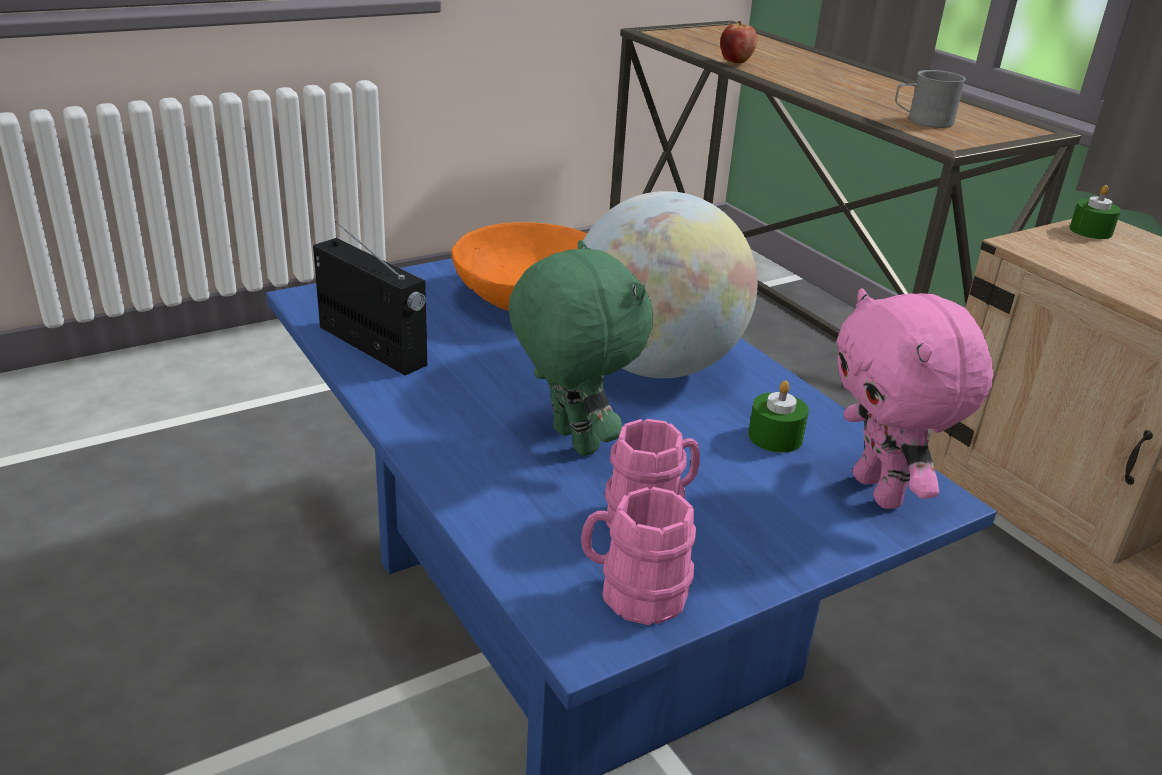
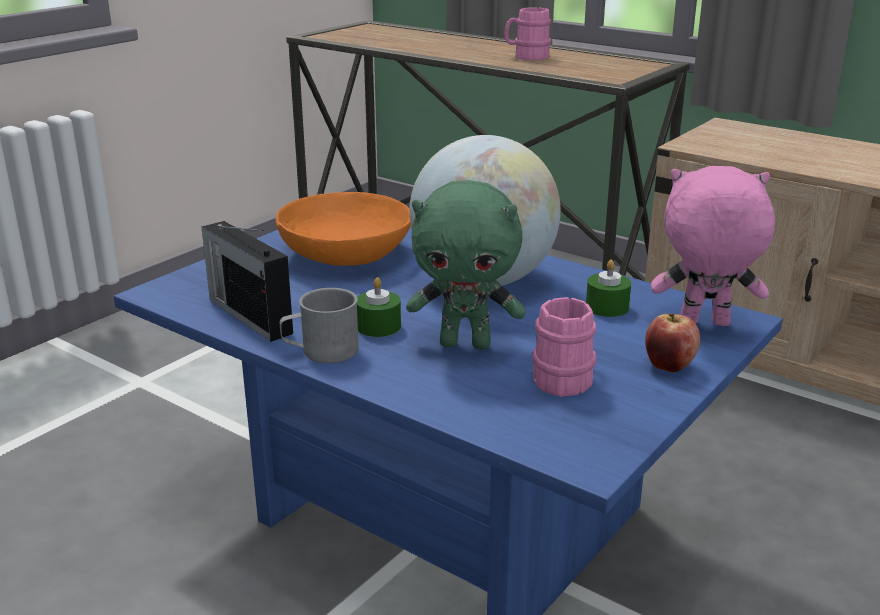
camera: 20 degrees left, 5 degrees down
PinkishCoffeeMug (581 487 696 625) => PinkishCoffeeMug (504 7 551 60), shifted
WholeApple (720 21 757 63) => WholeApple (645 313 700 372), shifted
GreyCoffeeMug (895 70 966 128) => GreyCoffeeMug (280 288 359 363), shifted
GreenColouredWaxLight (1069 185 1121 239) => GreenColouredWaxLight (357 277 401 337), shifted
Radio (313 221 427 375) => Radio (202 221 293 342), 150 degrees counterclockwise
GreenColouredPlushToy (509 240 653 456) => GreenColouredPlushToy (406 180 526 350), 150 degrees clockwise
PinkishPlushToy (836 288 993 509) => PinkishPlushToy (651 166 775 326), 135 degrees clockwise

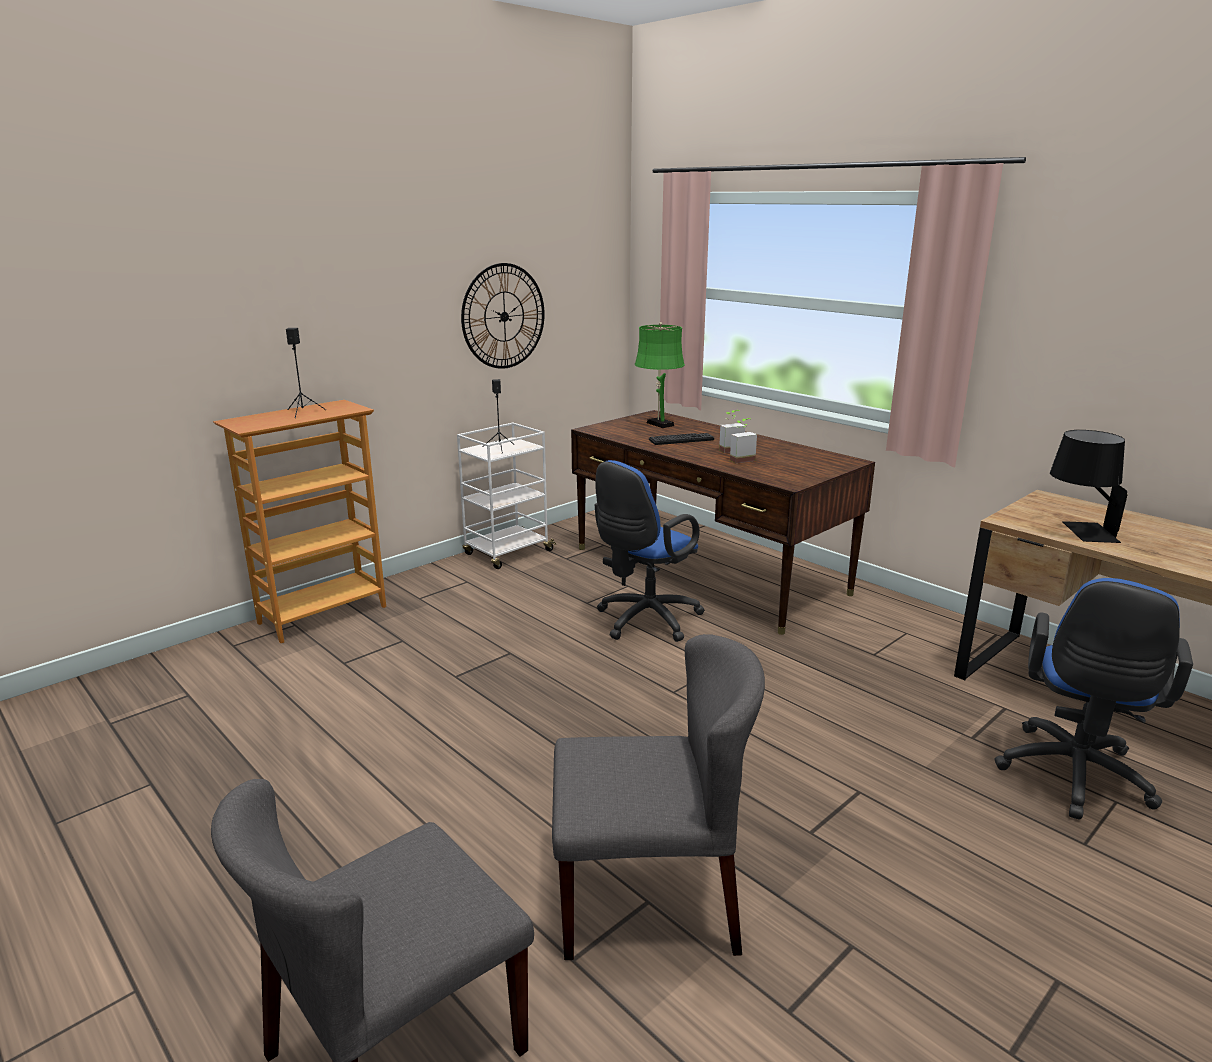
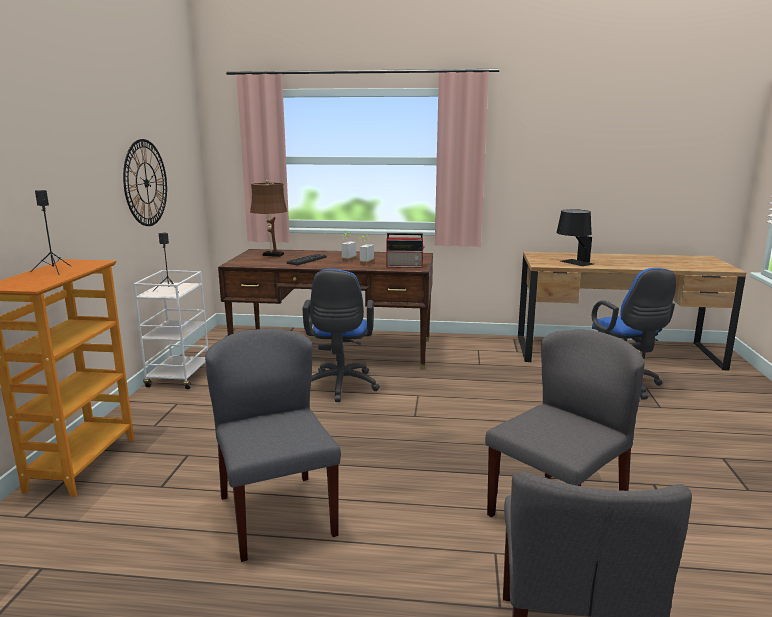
camera: 40 degrees left, 5 degrees down
nothing => GreyPlainChair (205 329 341 562)
nothing => Radio (386 233 425 268)
GreenColouredLampForATable (635 322 685 428) => BrownLampForATable (250 180 287 257)

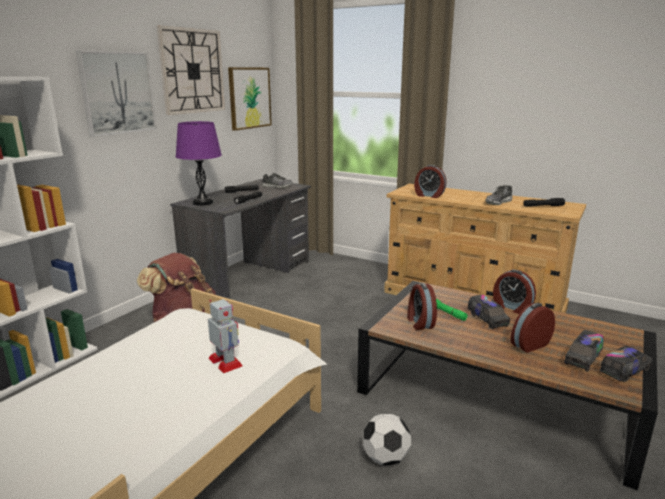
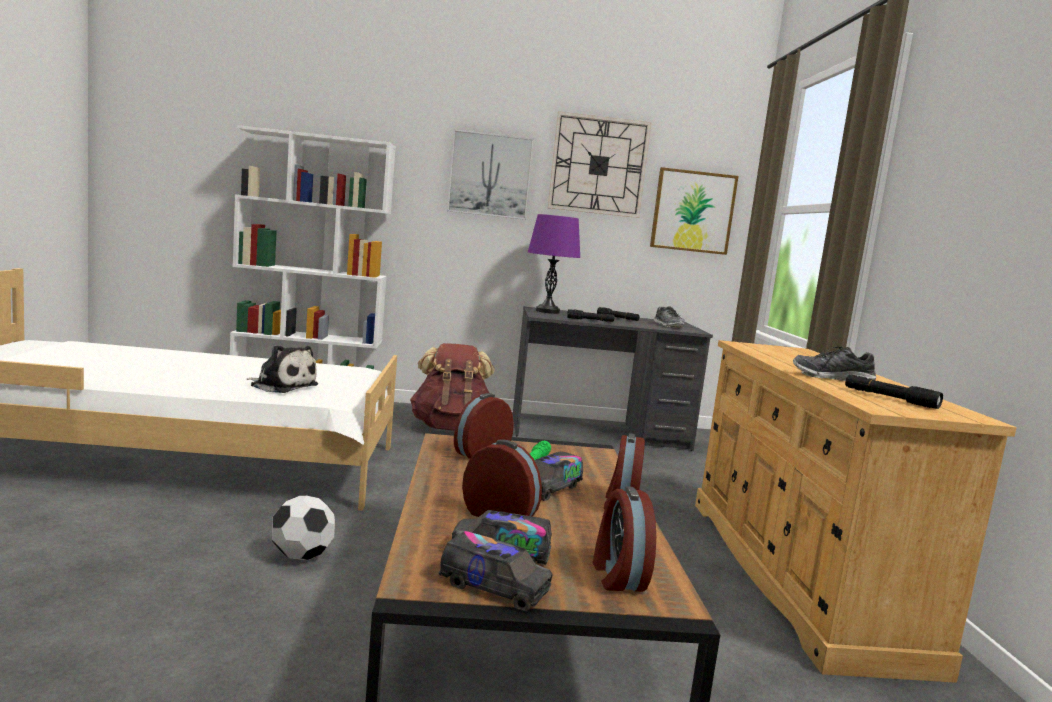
camera: 55 degrees right, 10 degrees down
TableClock (414 165 446 198) => TableClock (593 486 656 592), shifted
ModelRobot (208 299 242 373) => PlushToy (247 345 318 393)

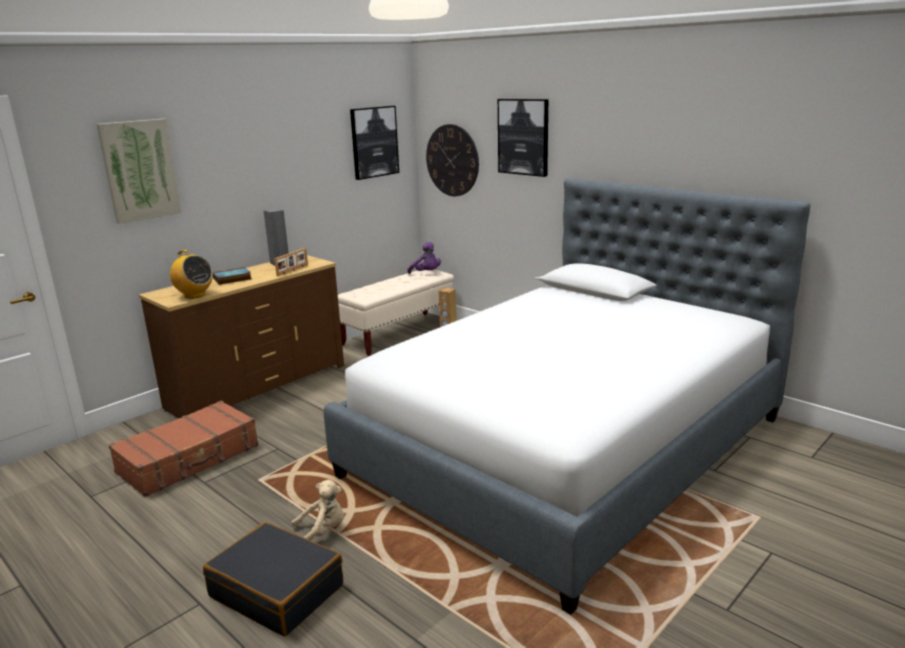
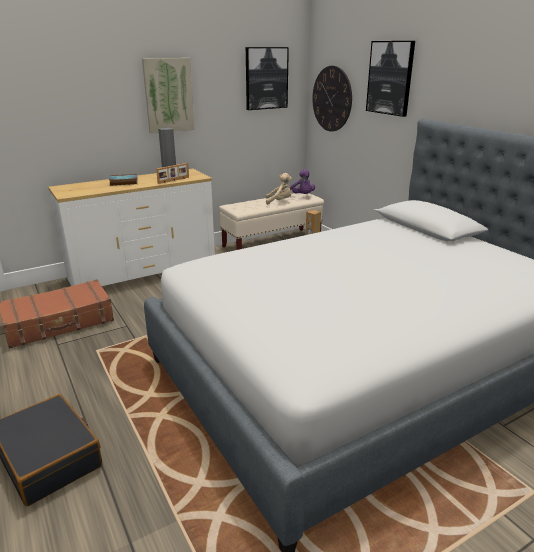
camera: 15 degrees right, 5 degrees up
Radio (166 250 213 299) => nothing
Picture (96 119 182 224) => Picture (142 58 195 134), shifted
BeigeColouredPlushToy (291 480 344 541) => BeigeColouredPlushToy (266 173 292 205), shifted
BrownDresser (139 255 344 419) => WhiteDresser (48 169 215 286)

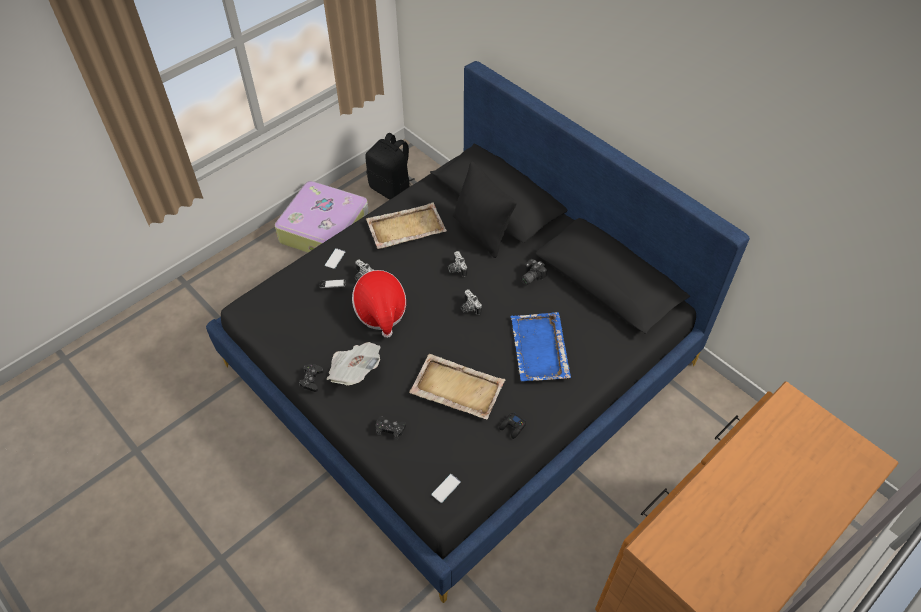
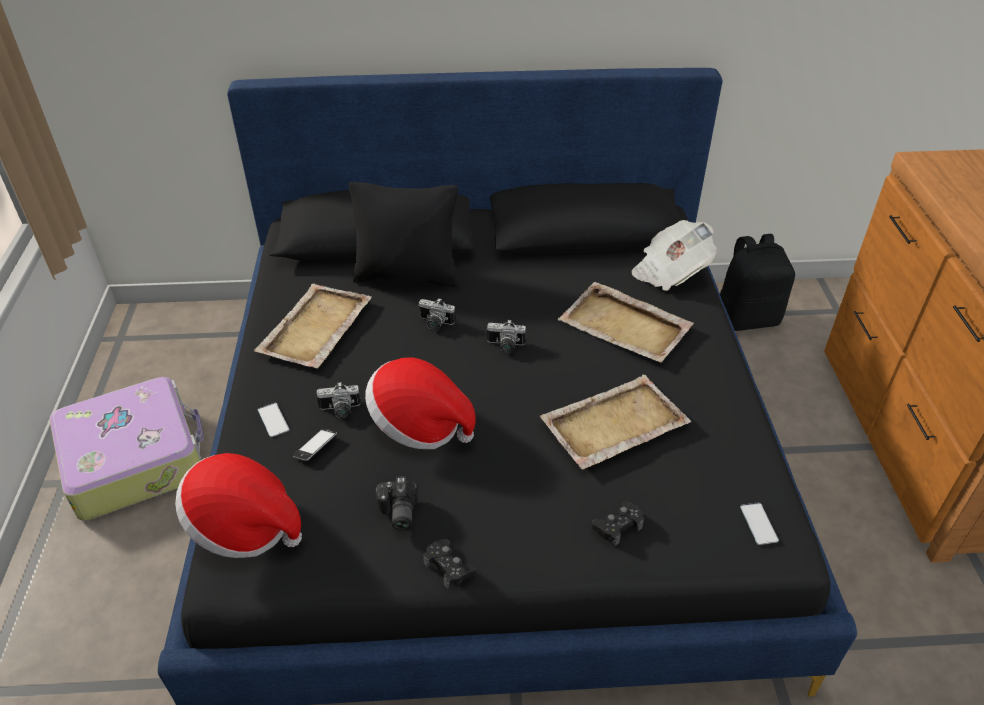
camera: 50 degrees left, 10 degrees down
BlackColouredGamepad (499 413 526 439) => nothing
nothing => Hat (175 453 302 558)
Newspaper (326 342 380 385) => Newspaper (631 220 717 291), shifted
BlackColouredRucksack (365 133 415 200) => BlackColouredRucksack (720 234 795 331), shifted
StillCamera (521 259 547 285) => StillCamera (376 476 418 531), shifted
BlueCarryingTray (511 312 571 381) => BeigeColouredCarryingTray (558 282 694 363)

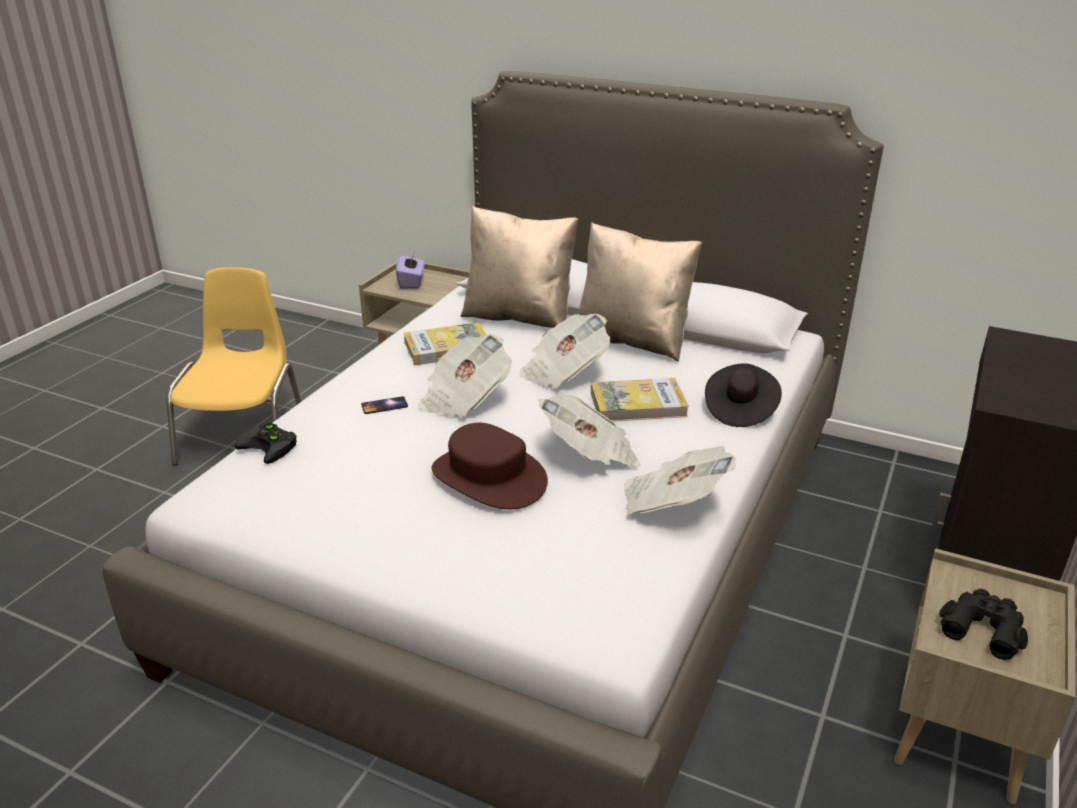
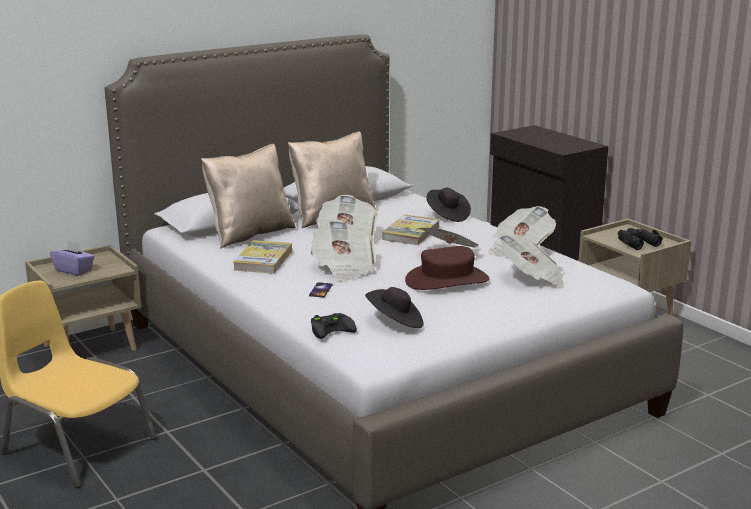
camera: 60 degrees left, 10 degrees down
nothing => BlackColouredHat (365 287 424 328)
nothing => Newspaper (499 234 564 287)

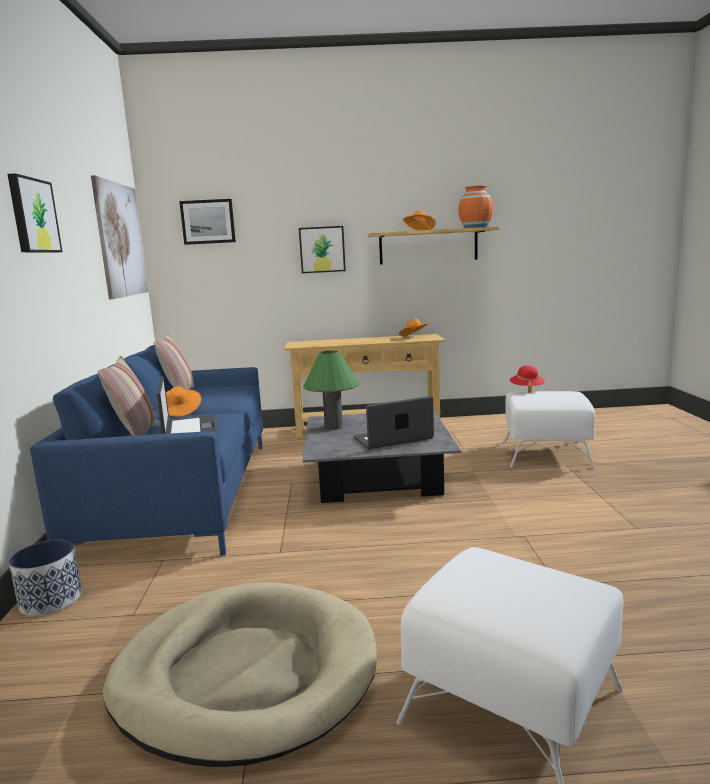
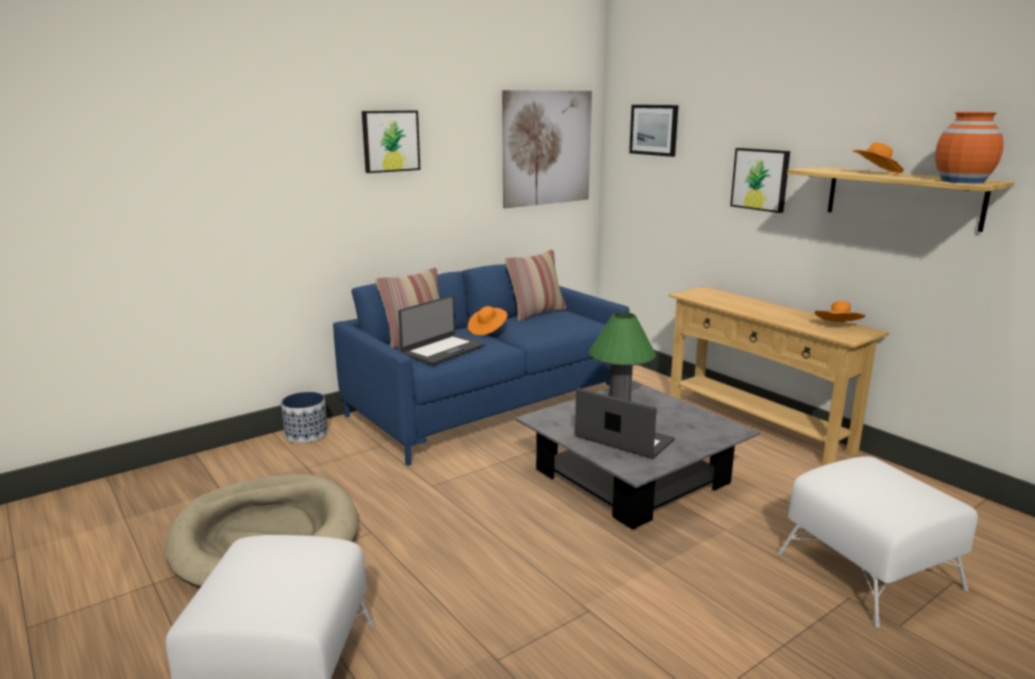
camera: 55 degrees right, 5 degrees up
RedHat (510 365 545 393) => nothing

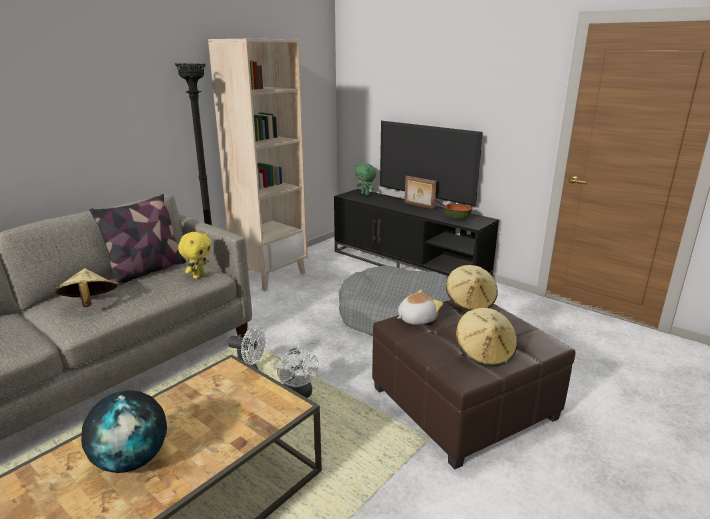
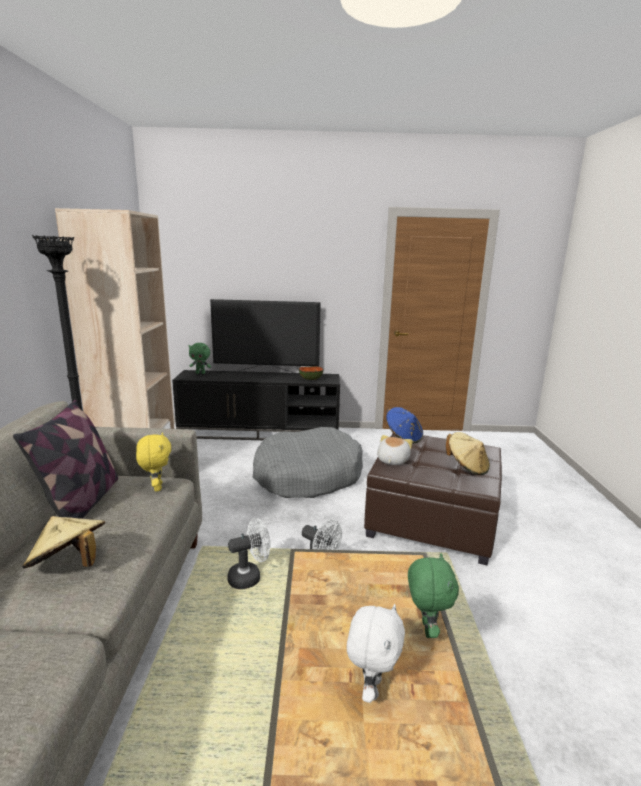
camera: 40 degrees left, 5 degrees down
StandingFrame (404 176 437 210) => nothing
nothing => GreenColouredPlushToy (408 553 459 638)
Globe (81 390 167 473) => WhitePlushToy (346 604 405 703)
BeigeColouredHat (446 265 498 311) => BlueHat (386 407 423 444)

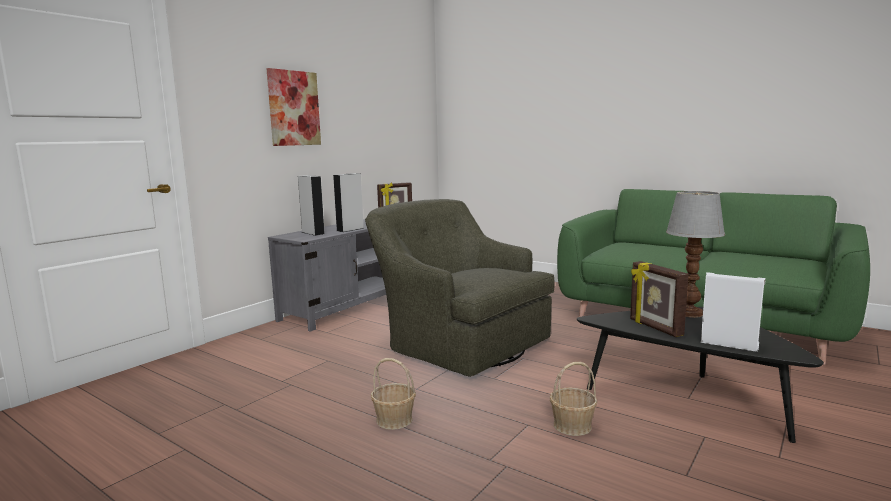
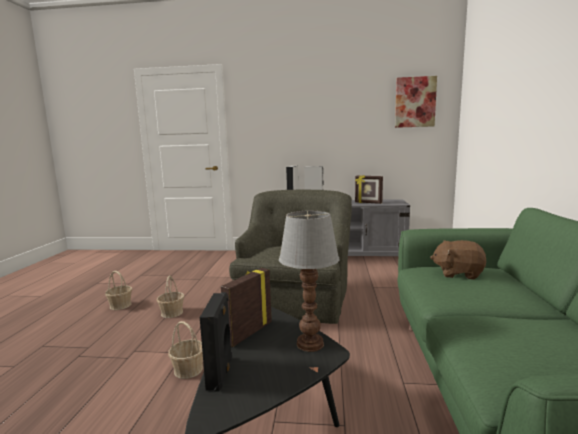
camera: 60 degrees right, 0 degrees up
nothing => Basket (105 271 132 310)
nothing => BrownPlushToy (430 240 486 280)
Picture (266 68 321 146) => Picture (395 76 437 128), shifted
WhiteSpeaker (701 272 766 352) => BlackColouredSpeaker (200 292 232 392)

